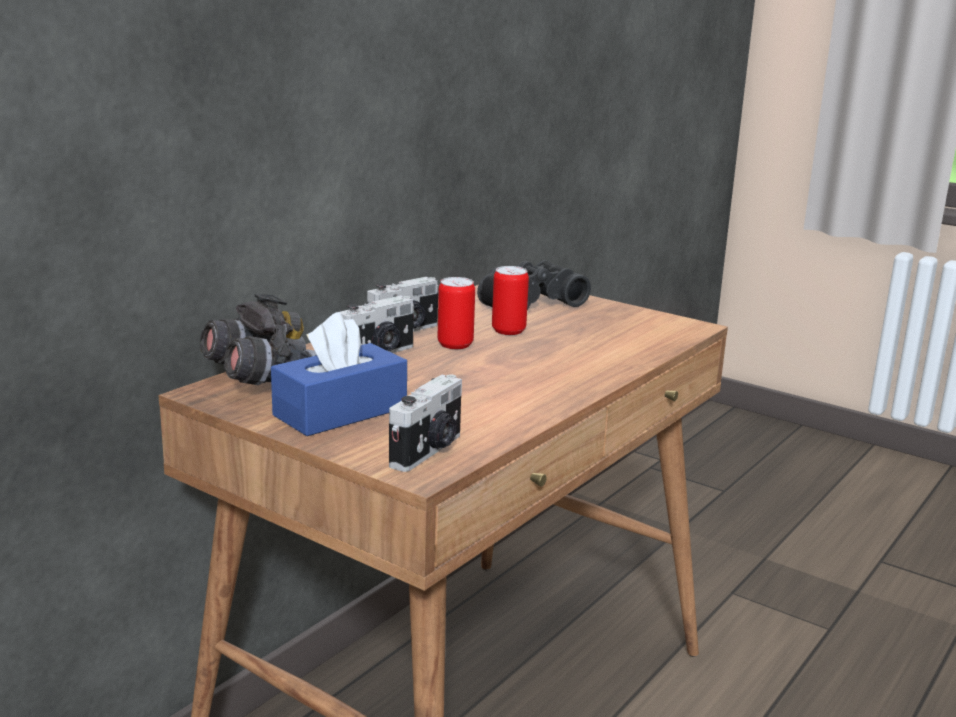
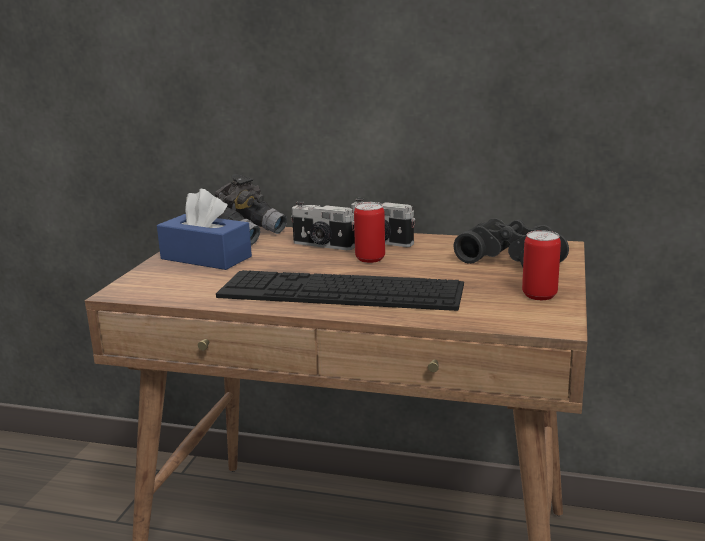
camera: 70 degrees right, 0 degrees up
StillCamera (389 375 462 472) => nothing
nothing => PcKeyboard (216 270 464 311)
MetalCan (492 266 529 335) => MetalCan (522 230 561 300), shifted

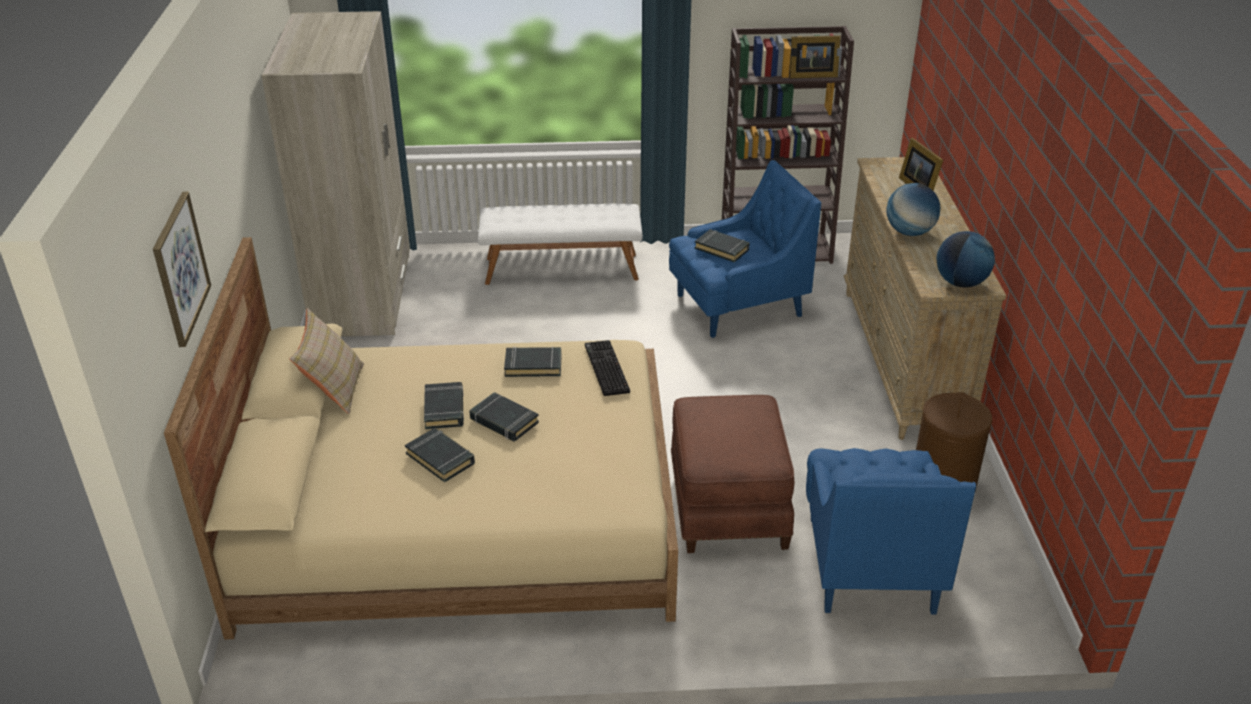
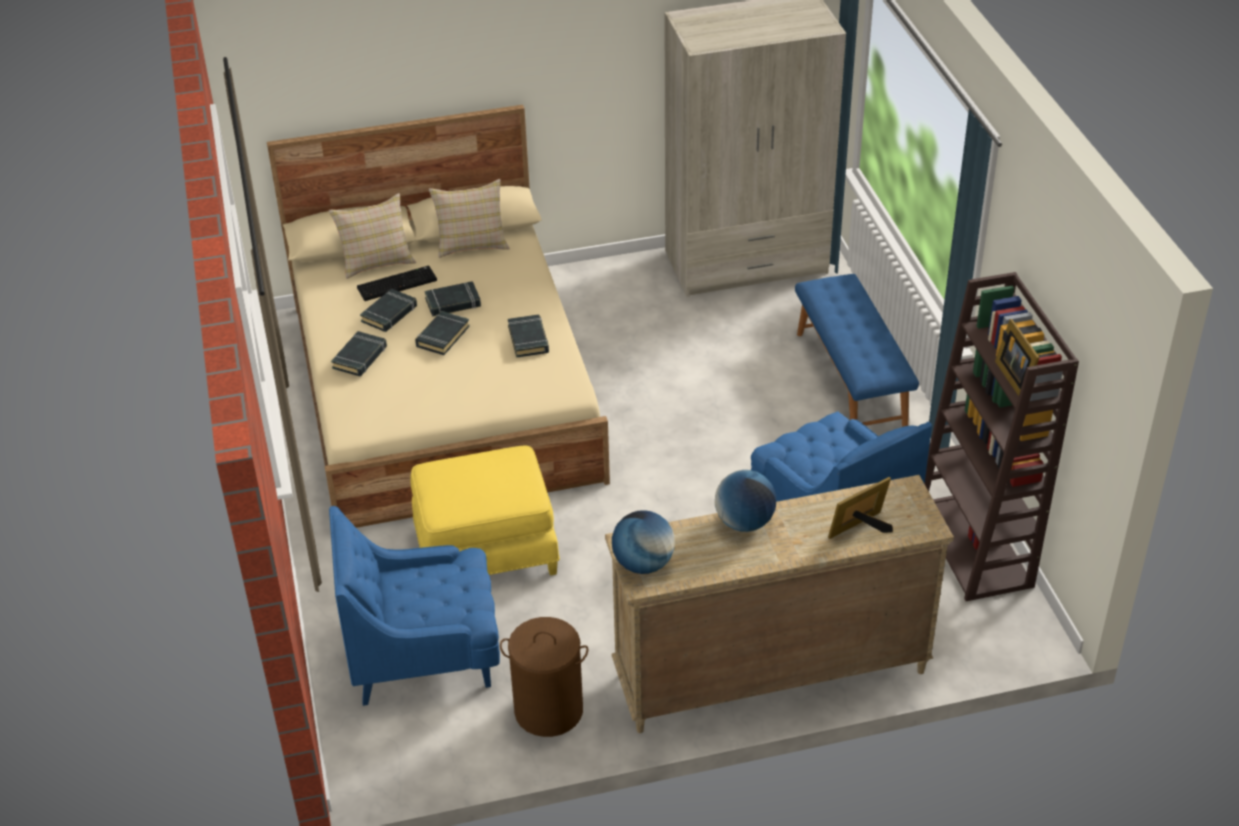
camera: 80 degrees right, 5 degrees up
Picture (153 192 211 347) => nothing
nothing => BeigeColouredThrowPillow (329 193 416 279)
PcKeyboard (585 340 630 396) => PcKeyboard (357 266 437 301), shifted
BlackColouredBoundBook (695 229 750 262) => BlackColouredBoundBook (331 331 387 376), shifted
WhiteIndoorBench (478 203 643 285) => BlueIndoorBench (795 274 919 427)
BrownPouffe (671 395 794 553) => YellowColouredPouffe (411 445 560 576)

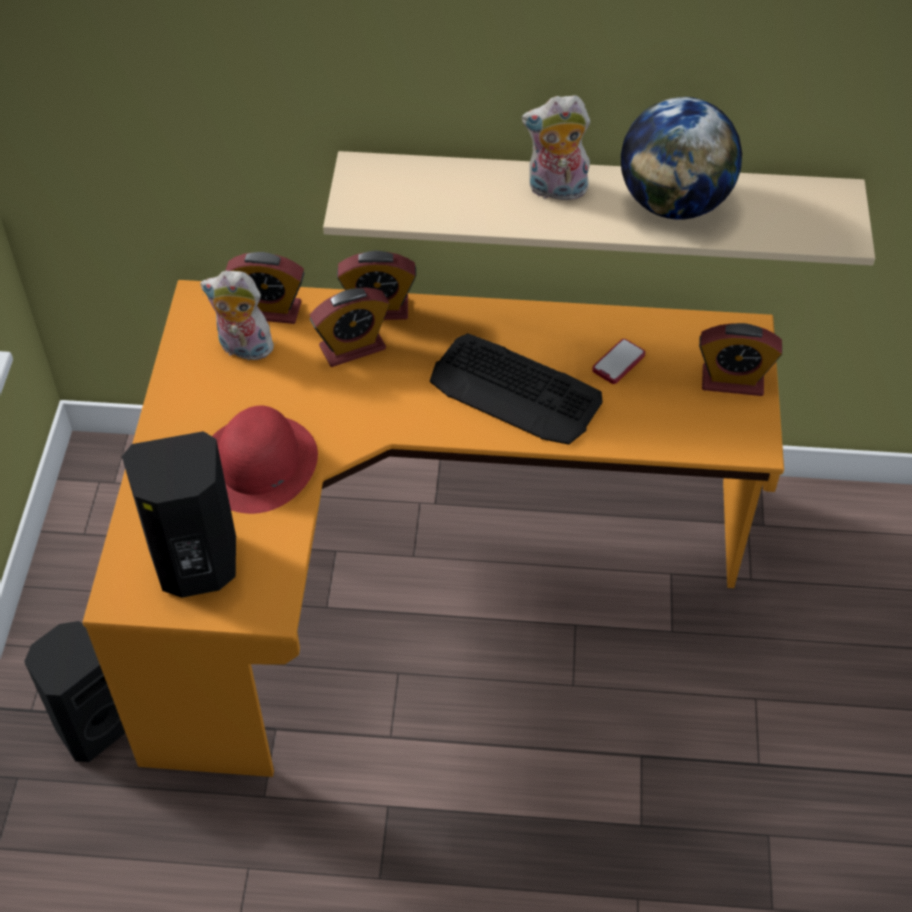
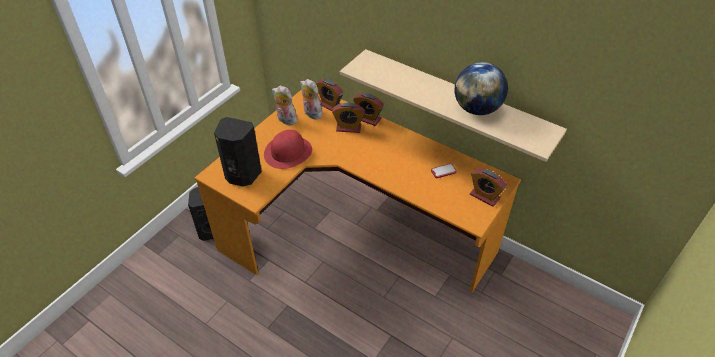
camera: 30 degrees right, 5 degrees down
PcKeyboard (430 333 603 445) => nothing
PlushToy (522 95 590 201) => PlushToy (272 85 297 125), shifted

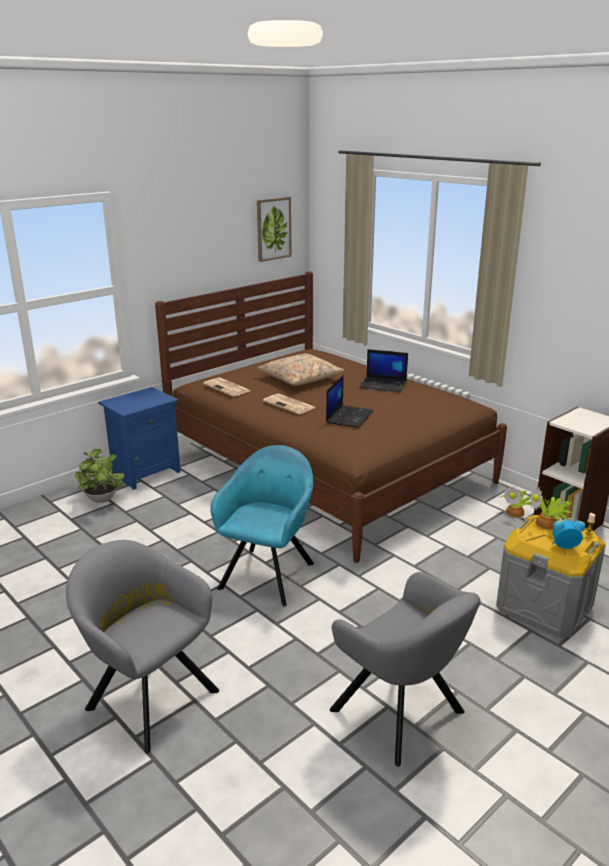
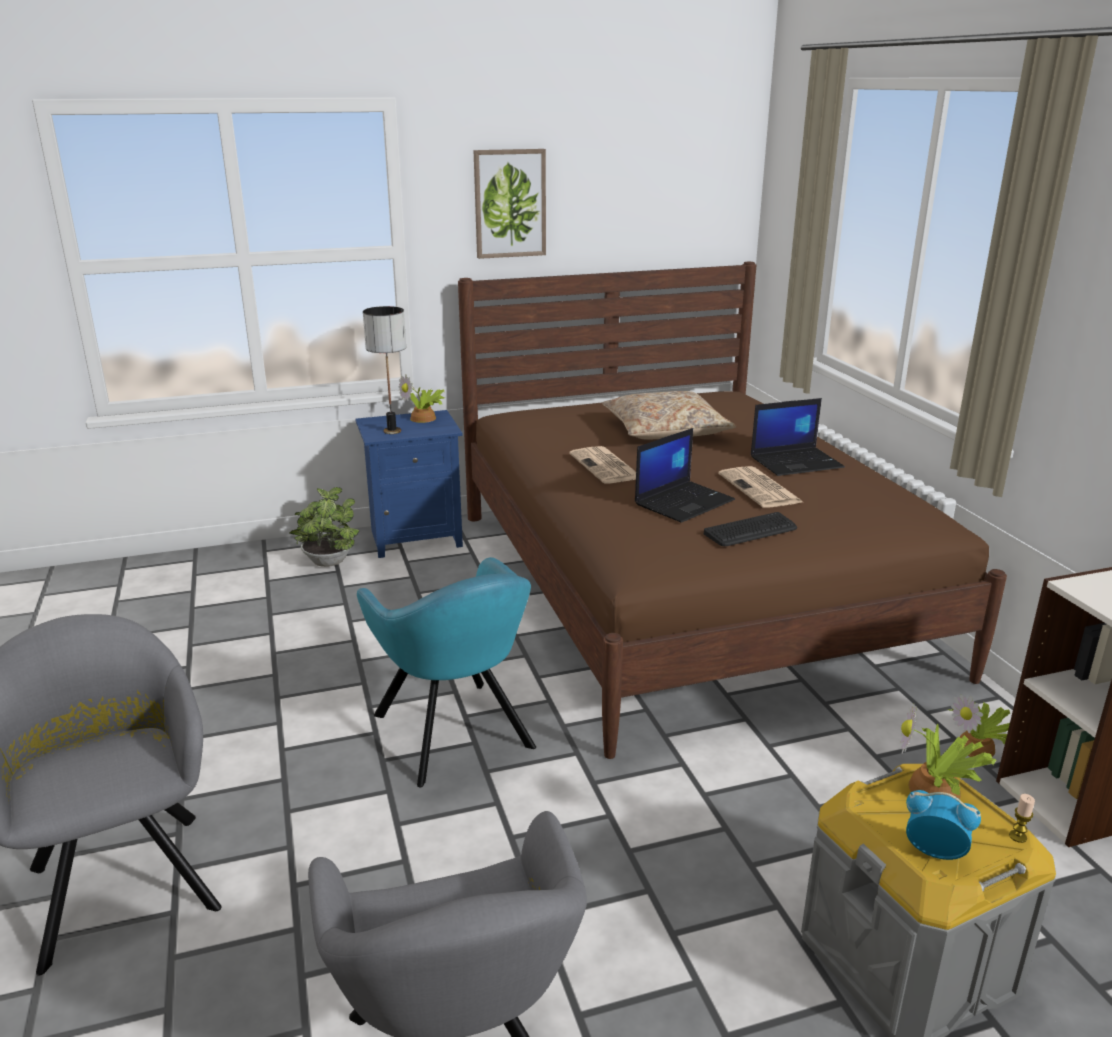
camera: 25 degrees right, 0 degrees up
nothing => LampForATable (363 306 406 434)
nothing => PlantInAPot (399 374 445 423)
nothing => PcKeyboard (704 512 797 546)
Newspaper (203 378 250 397) => Newspaper (718 466 803 508), shifted
Picture (257 197 292 262) => Picture (474 149 546 259), shifted
TurquoiseColouredArmchair (210 445 314 607) => TurquoiseColouredArmchair (357 557 536 787), 105 degrees clockwise
PortableComputer (360 349 408 392) => PortableComputer (751 398 845 476), 60 degrees counterclockwise

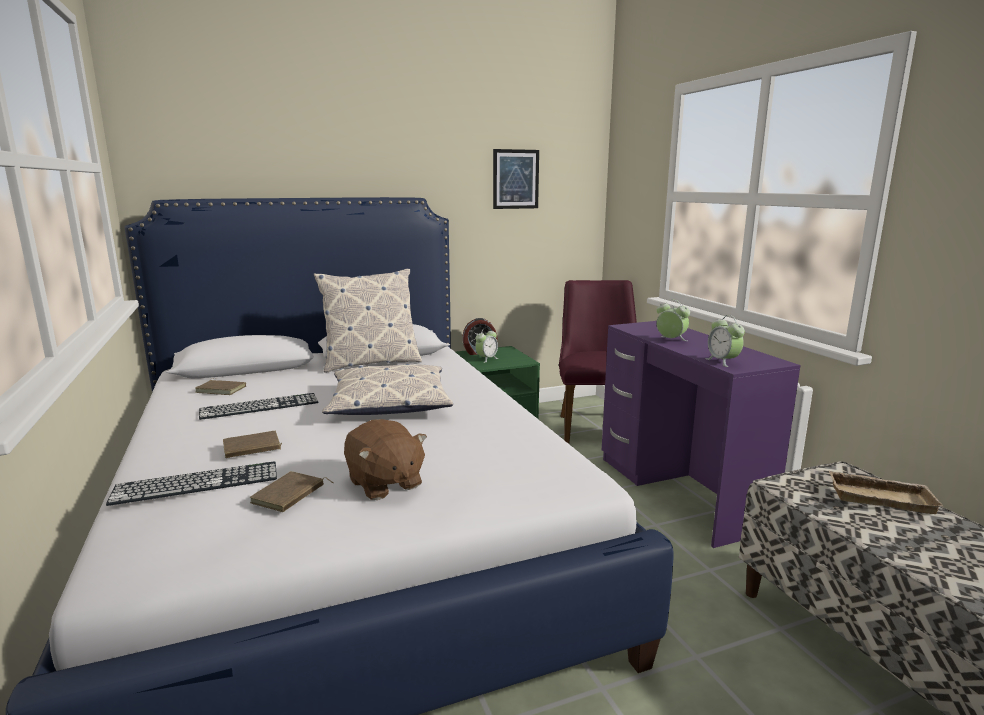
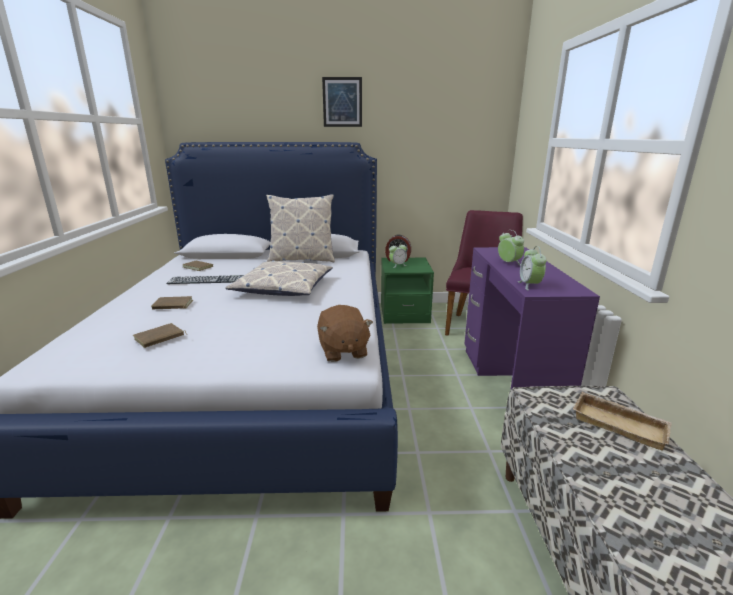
camera: 20 degrees right, 5 degrees up
PcKeyboard (106 461 277 506) => nothing
BrownPlushToy (344 419 427 500) => BrownPlushToy (317 305 373 362), shifted
Picture (493 149 539 209) => Picture (322 77 362 127), shifted

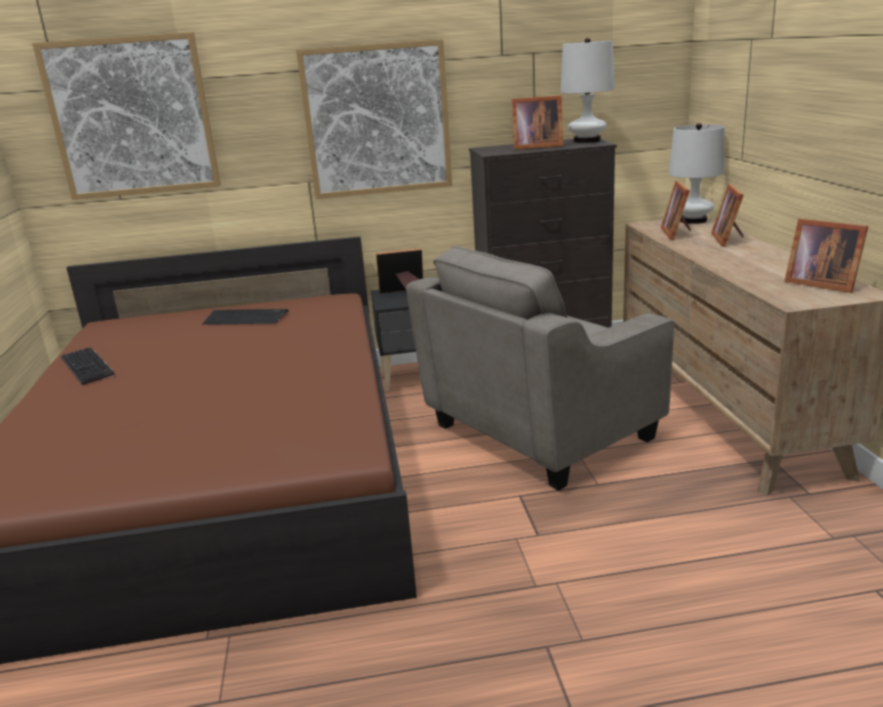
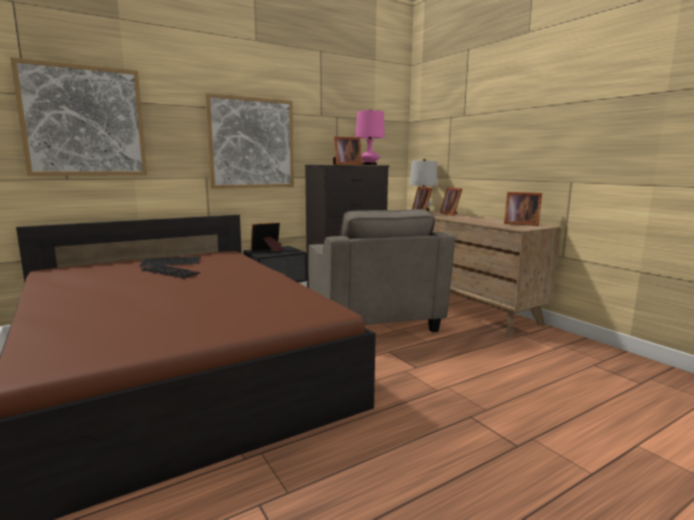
camera: 25 degrees left, 10 degrees down
PcKeyboard (60 348 115 385) => PcKeyboard (141 264 201 278), shifted
WhiteLampForATable (560 38 615 143) => PinkishLampForATable (355 109 385 165)
GreyArmchair (406 246 674 491) => GreyArmchair (308 209 455 332), 45 degrees counterclockwise

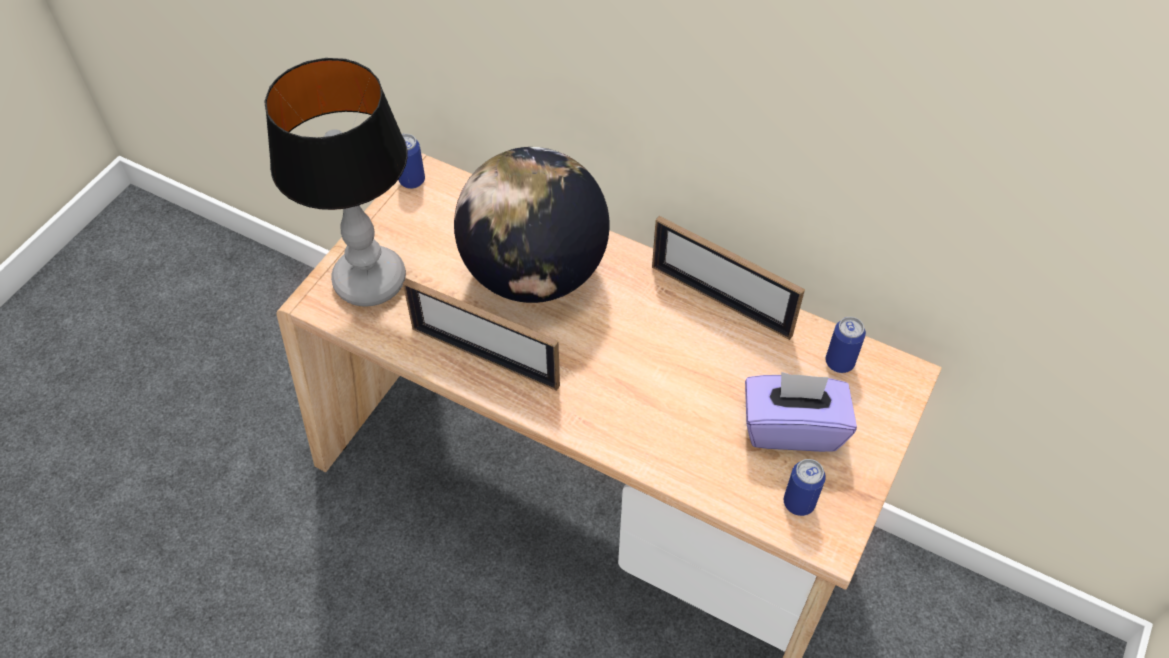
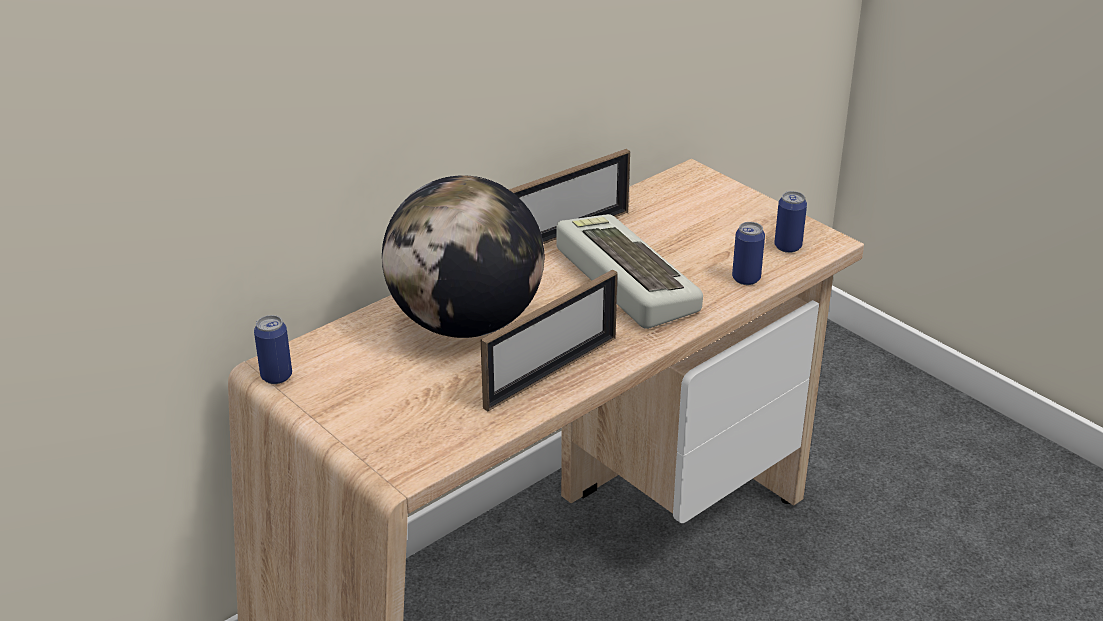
camera: 70 degrees left, 20 degrees down
LampForATable (265 58 408 307) => nothing
PurpleBoxOfTissues (745 372 857 452) => nothing
nothing => PcKeyboard (556 214 703 329)
MetalCan (826 317 866 373) => MetalCan (732 222 765 285), shifted

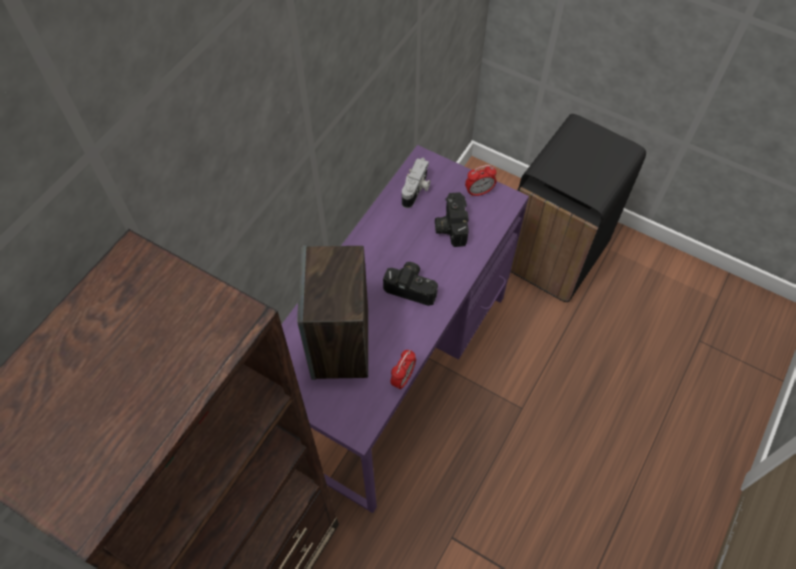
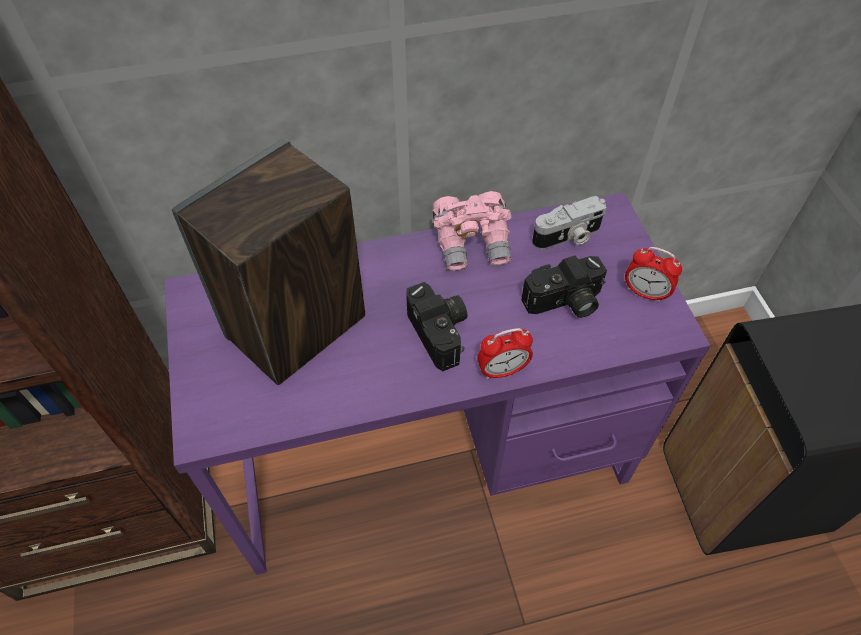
camera: 45 degrees right, 5 degrees down
nothing => PinkishFieldGlasses (432 191 512 271)
TableClock (390 350 416 390) => TableClock (477 328 533 380), shifted
StillCamera (435 192 469 247) => StillCamera (521 256 607 318), 150 degrees counterclockwise

